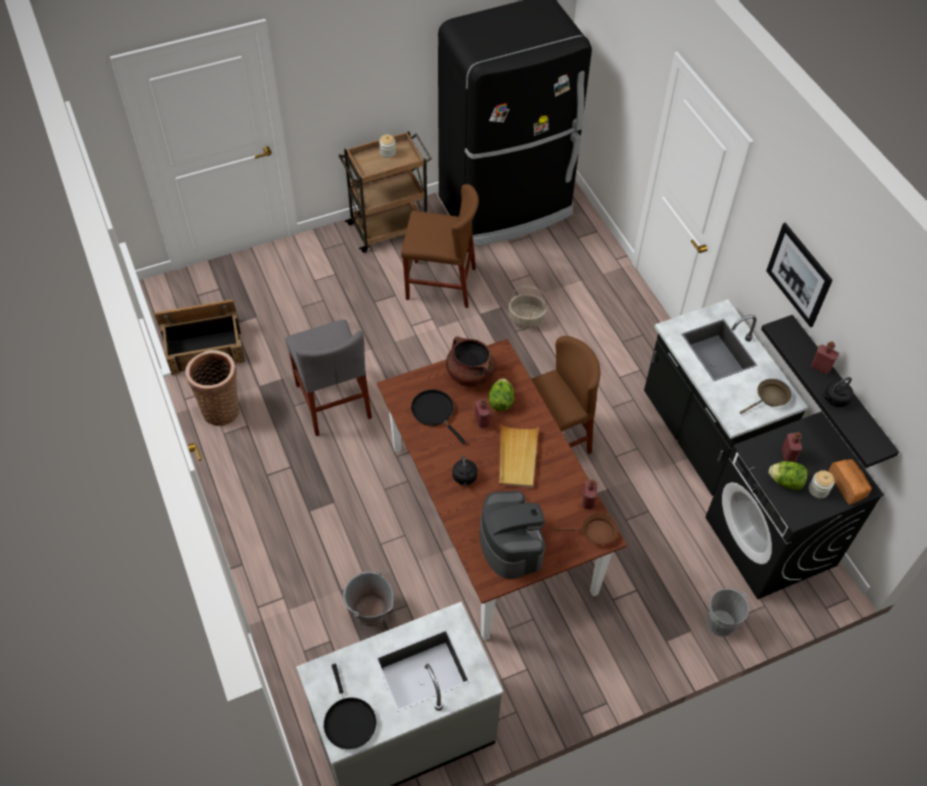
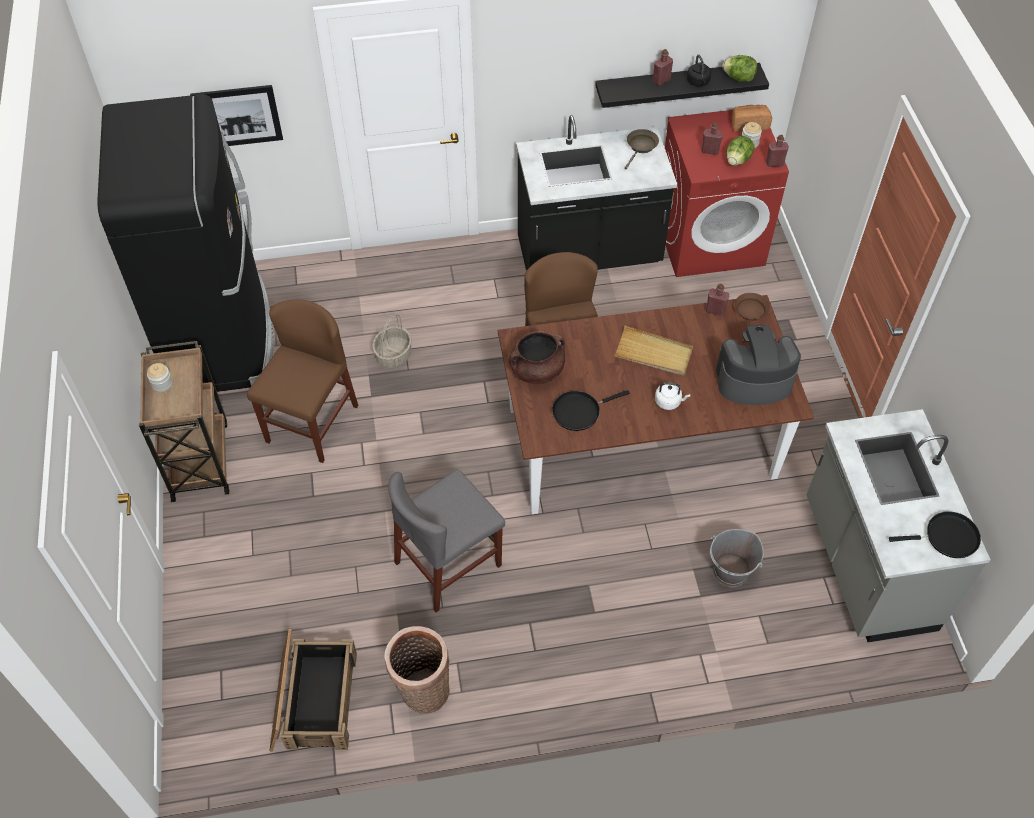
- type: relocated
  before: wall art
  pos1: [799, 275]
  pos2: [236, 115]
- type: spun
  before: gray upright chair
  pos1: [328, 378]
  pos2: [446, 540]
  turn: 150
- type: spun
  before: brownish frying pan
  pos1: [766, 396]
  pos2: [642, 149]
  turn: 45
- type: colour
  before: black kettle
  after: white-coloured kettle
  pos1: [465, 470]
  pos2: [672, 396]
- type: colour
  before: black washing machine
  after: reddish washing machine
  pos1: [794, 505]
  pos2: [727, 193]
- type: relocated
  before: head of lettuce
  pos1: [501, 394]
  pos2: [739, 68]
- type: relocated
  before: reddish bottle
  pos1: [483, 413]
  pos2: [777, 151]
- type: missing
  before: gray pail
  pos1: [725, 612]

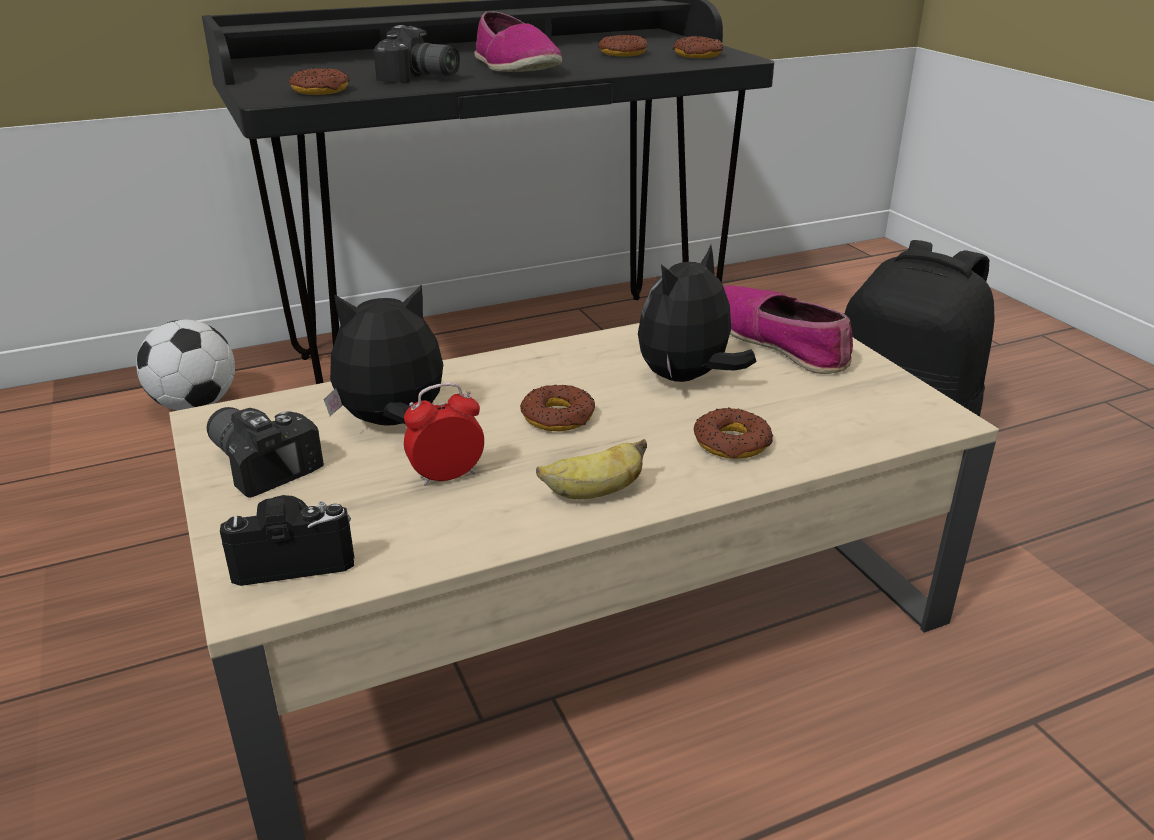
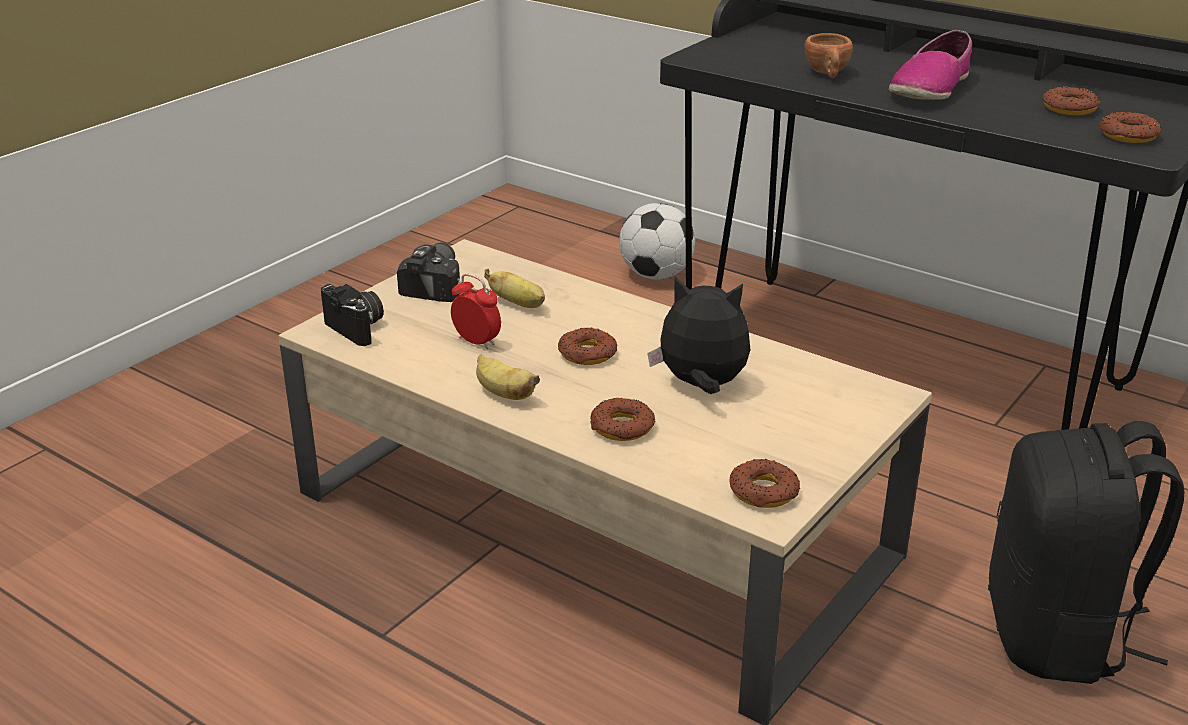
- type: exchanged
  before: soft toy
  after: whole banana
  pos1: [383, 355]
  pos2: [514, 288]
- type: relocated
  before: donut
  pos1: [319, 81]
  pos2: [765, 483]
- type: exchanged
  before: still camera
  after: brownish drinking cup
  pos1: [417, 54]
  pos2: [829, 55]
- type: missing
  before: item of footwear
  pos1: [788, 330]

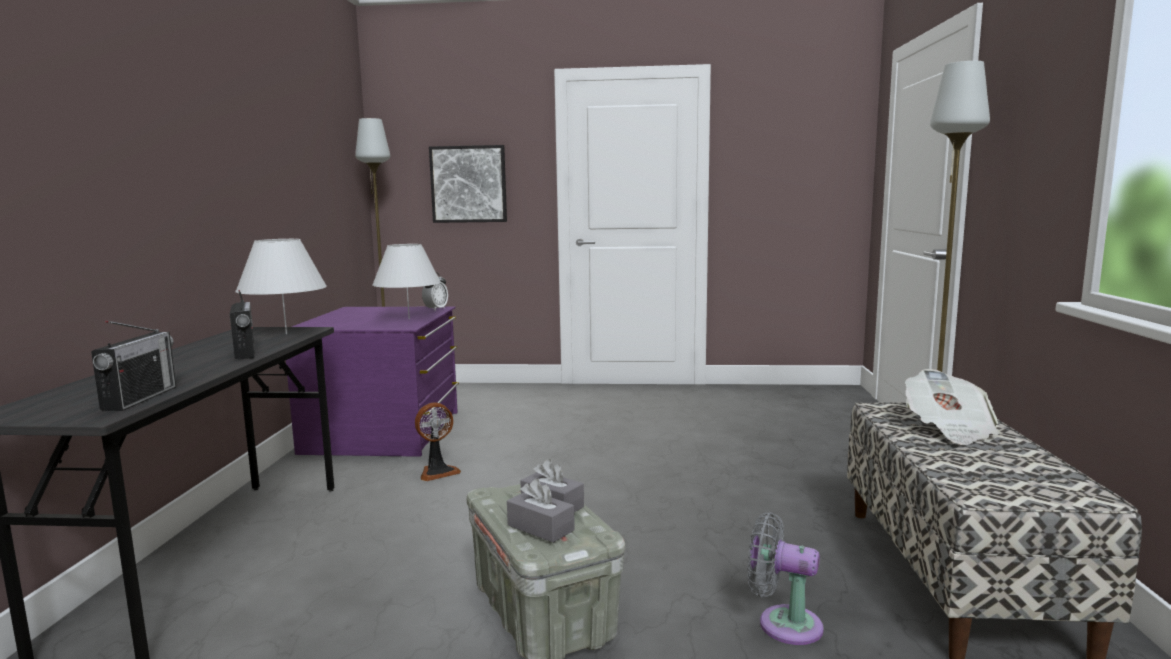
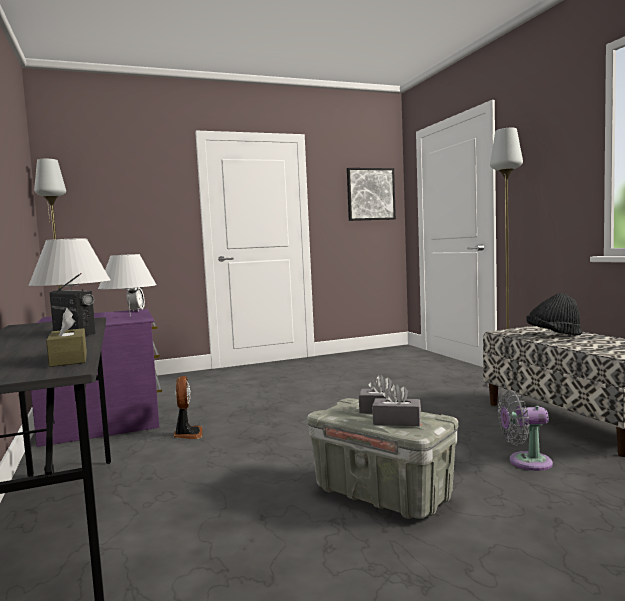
- type: exchanged
  before: radio set
  after: brownish tissue box
  pos1: [133, 366]
  pos2: [66, 338]
- type: spun
  before: electric fan
  pos1: [438, 441]
  pos2: [187, 407]
  turn: -45
- type: relocated
  before: wall art
  pos1: [468, 184]
  pos2: [371, 194]
- type: exchanged
  before: printed paper
  after: black hat
  pos1: [952, 407]
  pos2: [554, 314]

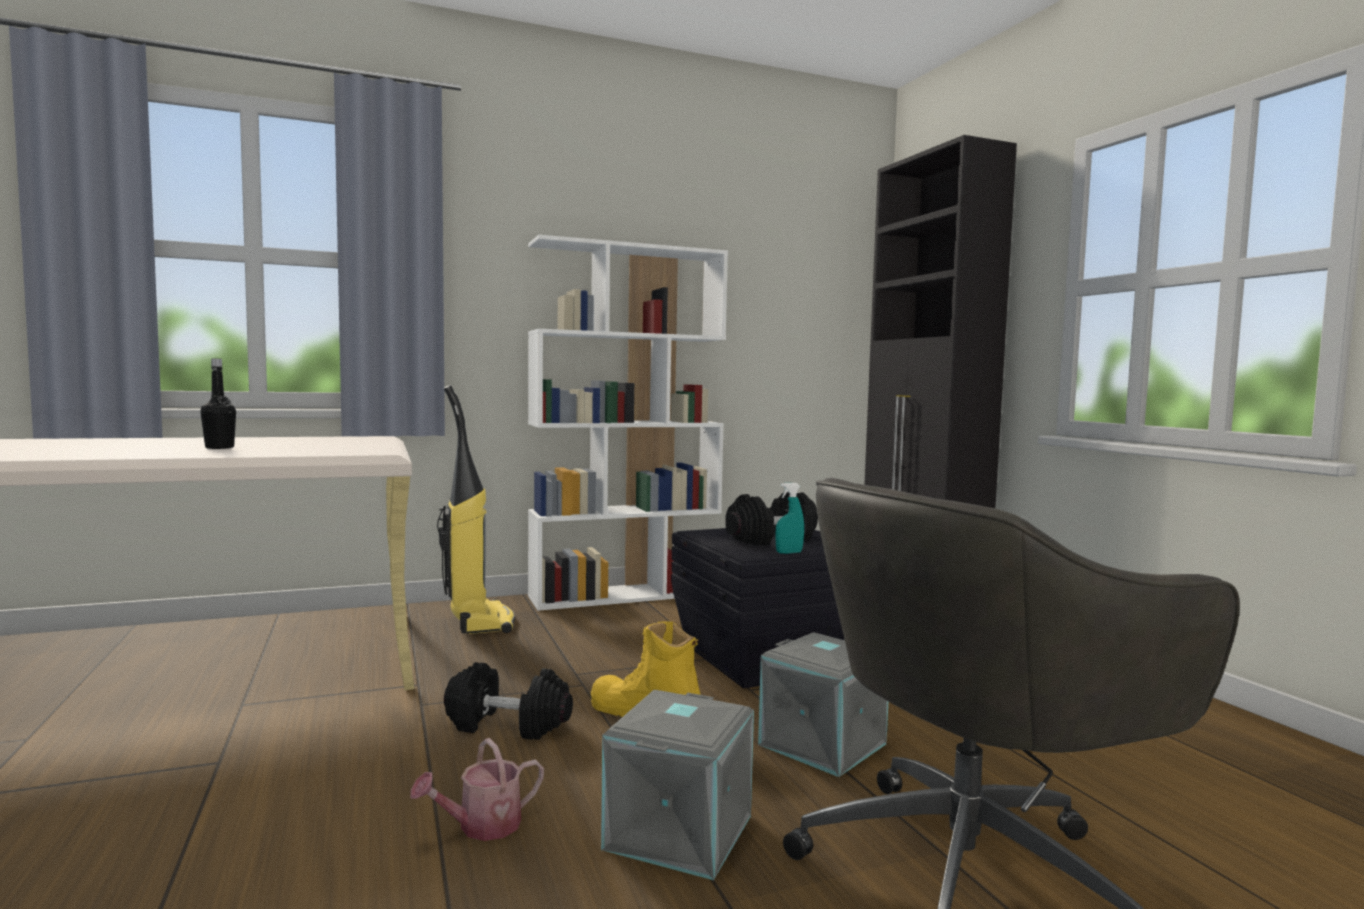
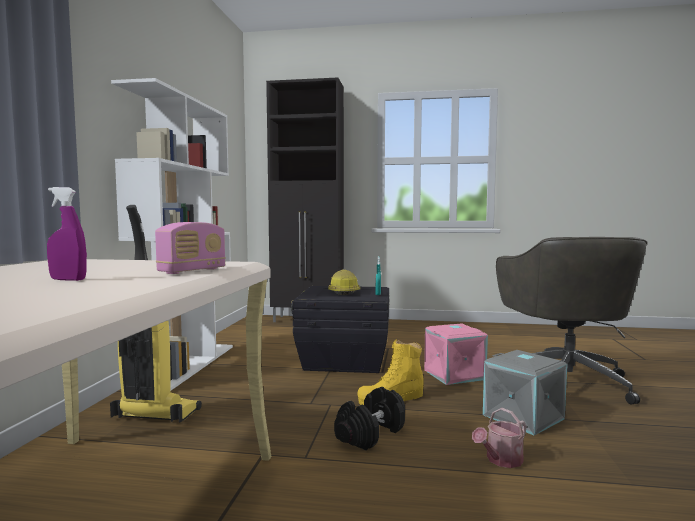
- type: exchanged
  before: black bottle
  after: purplish sprayer
  pos1: [218, 403]
  pos2: [67, 234]
- type: appeared
  after: radio set
  pos2: [190, 248]
- type: exchanged
  before: black free weight
  after: work helmet
  pos1: [771, 519]
  pos2: [344, 282]
- type: colour
  before: gray storage container
  after: pink-coloured storage container
  pos1: [823, 704]
  pos2: [456, 354]
- type: spun
  before: watering pot
  pos1: [477, 789]
  pos2: [499, 438]
  turn: 60

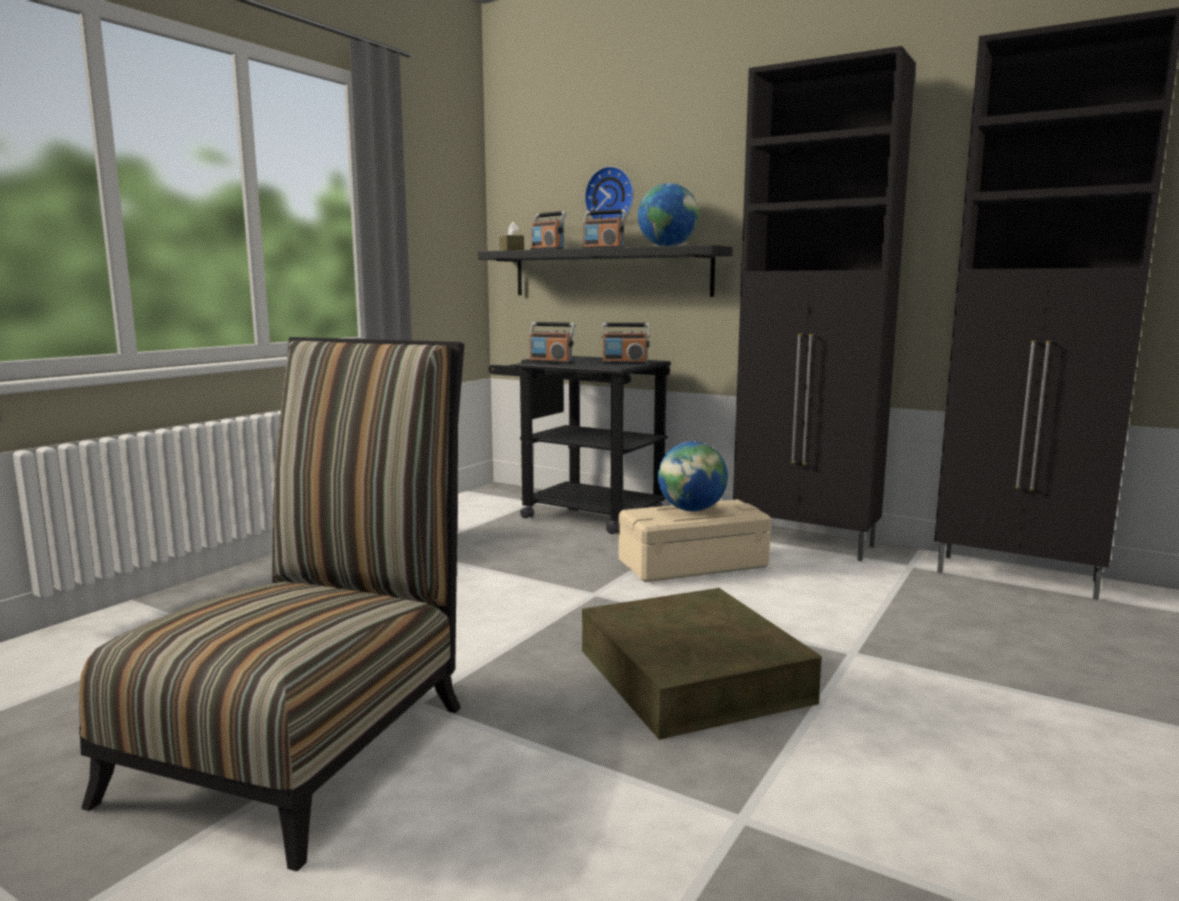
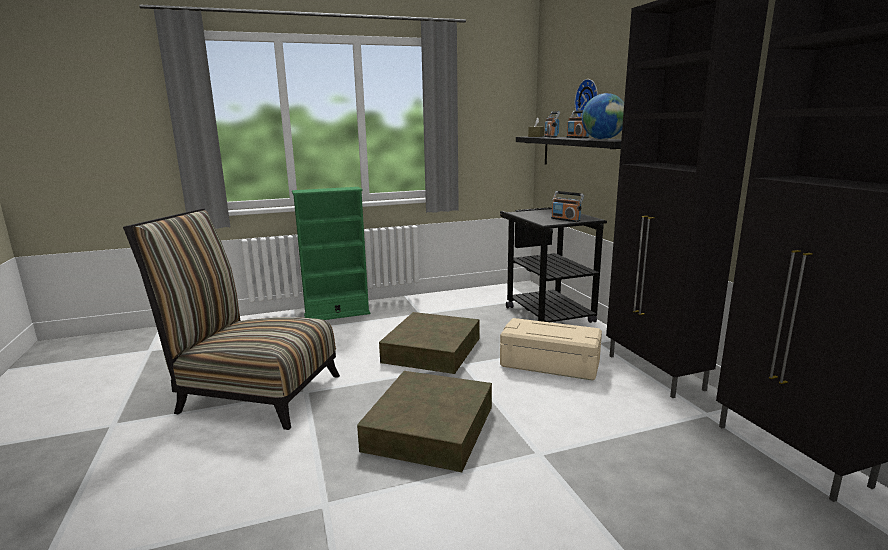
- type: spun
  before: upright chair
  pos1: [272, 604]
  pos2: [231, 319]
  turn: -135
- type: appeared
  after: green-coloured bookshelf
  pos2: [331, 253]
- type: appeared
  after: brownish storage container
  pos2: [429, 343]
- type: missing
  before: radio set
  pos1: [552, 343]
- type: missing
  before: desk globe
  pos1: [693, 476]

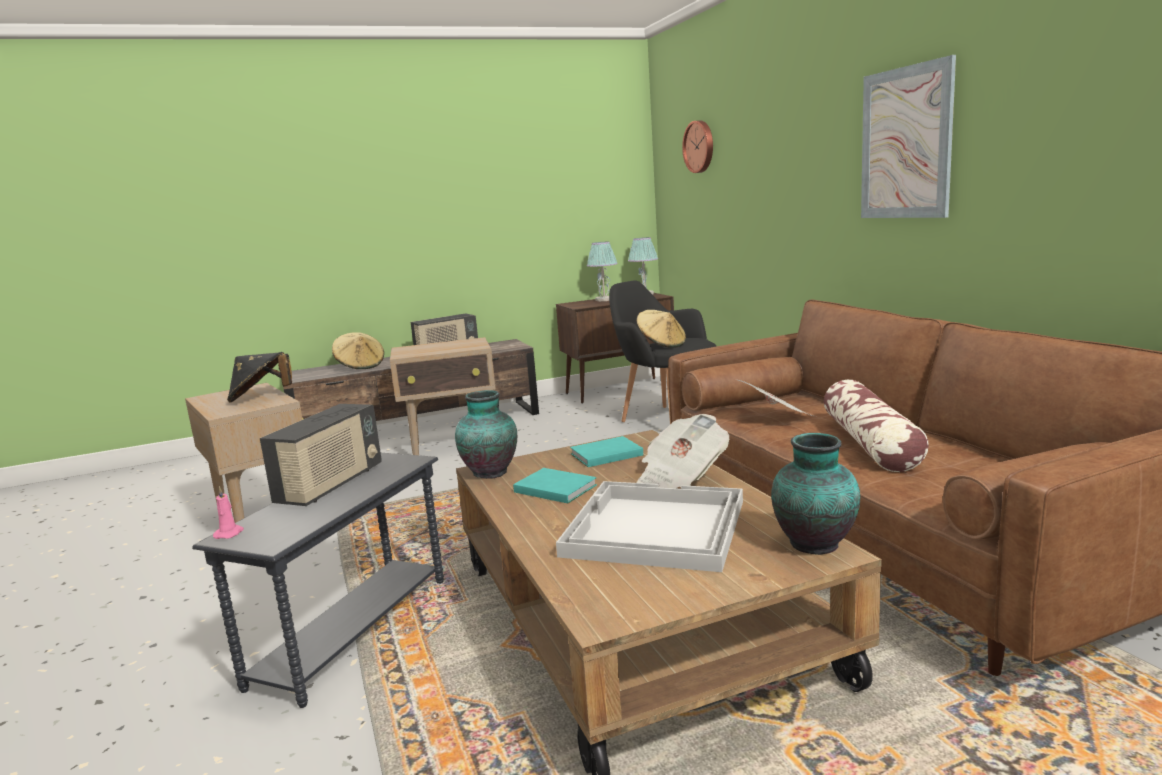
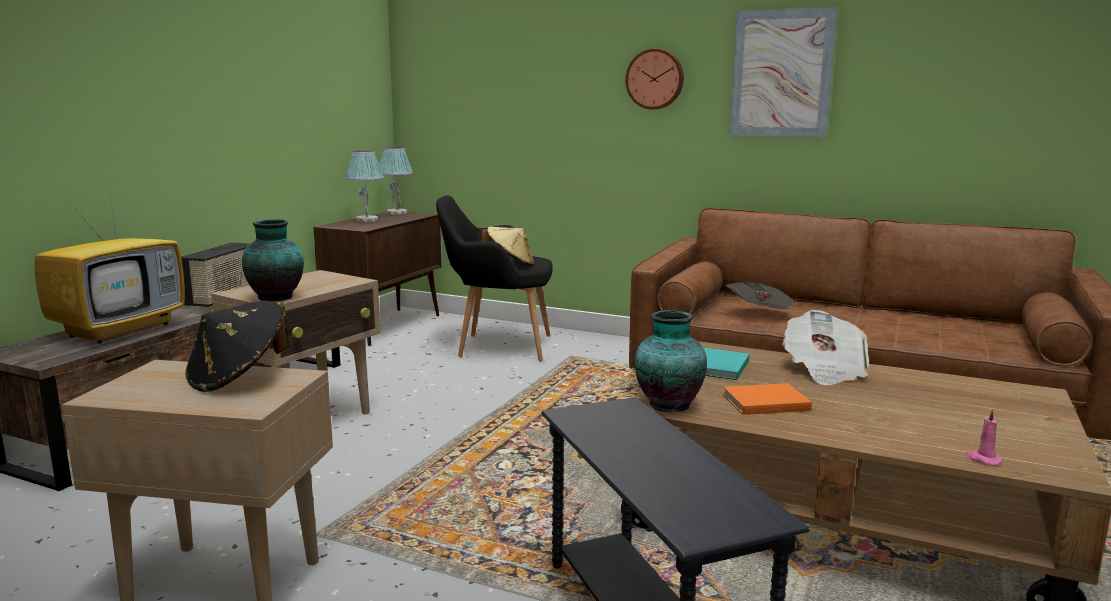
- type: exchanged
  before: beige hat
  after: TV set
  pos1: [358, 350]
  pos2: [110, 263]
- type: relocated
  before: decorative vase
  pos1: [815, 494]
  pos2: [273, 260]
- type: relocated
  before: hanging clock
  pos1: [697, 146]
  pos2: [654, 79]
- type: colour
  before: turquoise bound book
  after: orangey bound book
  pos1: [555, 485]
  pos2: [767, 399]
- type: relocated
  before: pink-coloured wax light
  pos1: [228, 512]
  pos2: [984, 437]
- type: missing
  before: radio set
  pos1: [321, 455]
- type: missing
  before: white-coloured tray
  pos1: [649, 526]
- type: missing
  before: throw pillow
  pos1: [876, 426]

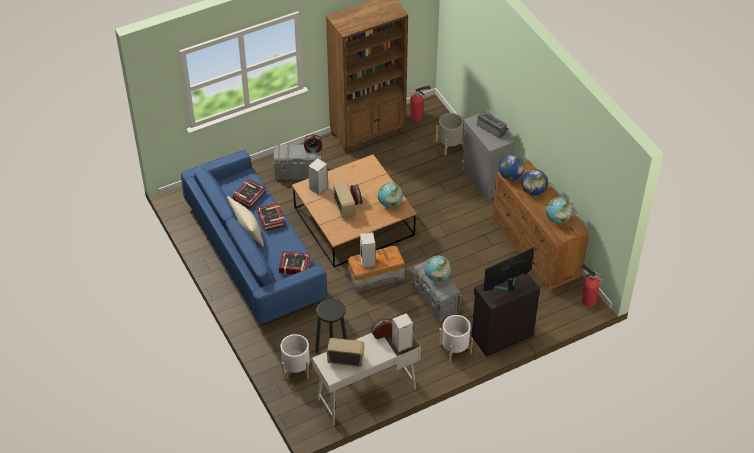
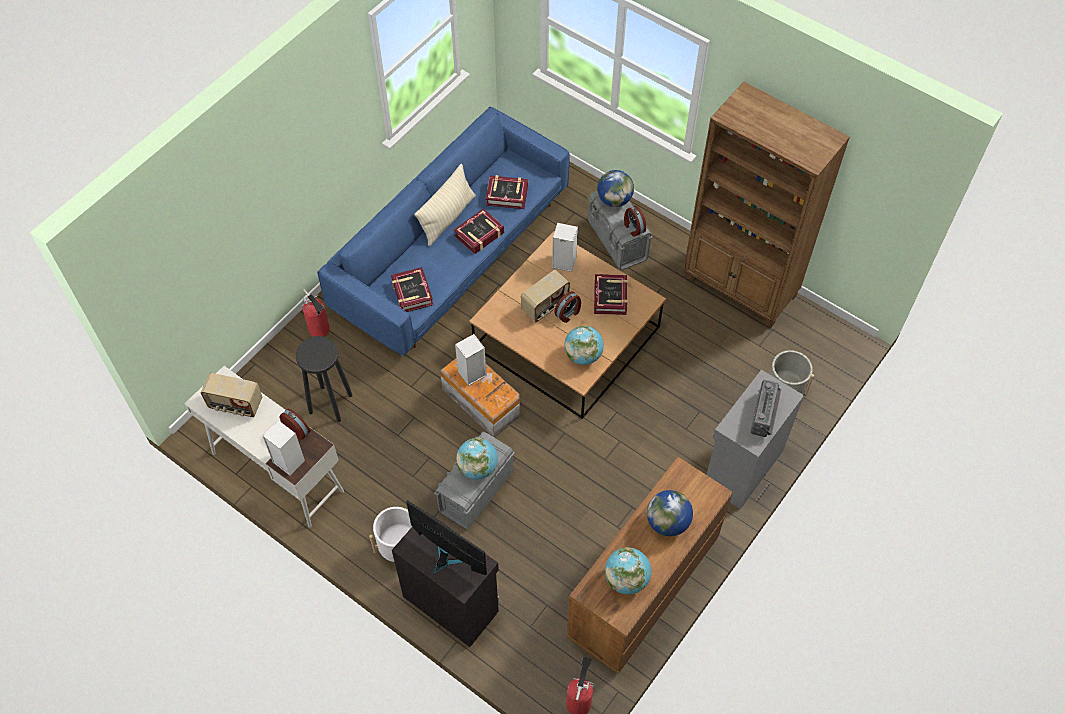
- type: spun
  before: radio set
  pos1: [345, 352]
  pos2: [231, 395]
  turn: 120
- type: relocated
  before: fire-fighting cylinder
  pos1: [420, 103]
  pos2: [316, 313]
- type: appeared
  after: bound book
  pos2: [611, 294]
- type: relocated
  before: desk globe
  pos1: [512, 167]
  pos2: [615, 188]
- type: missing
  before: white-coloured planter
  pos1: [295, 356]

